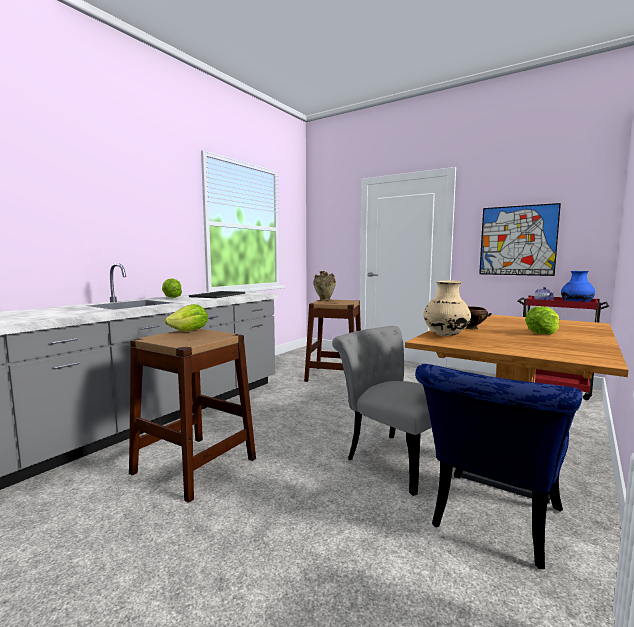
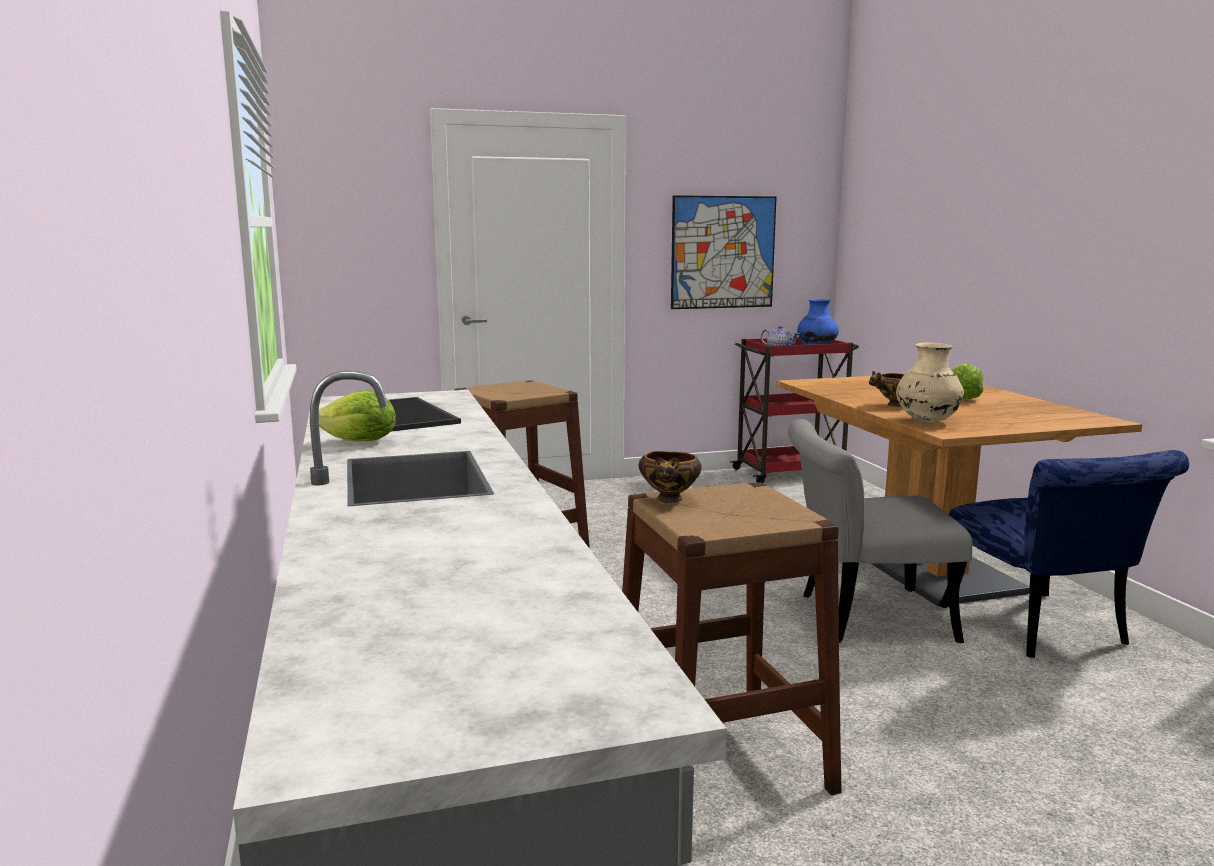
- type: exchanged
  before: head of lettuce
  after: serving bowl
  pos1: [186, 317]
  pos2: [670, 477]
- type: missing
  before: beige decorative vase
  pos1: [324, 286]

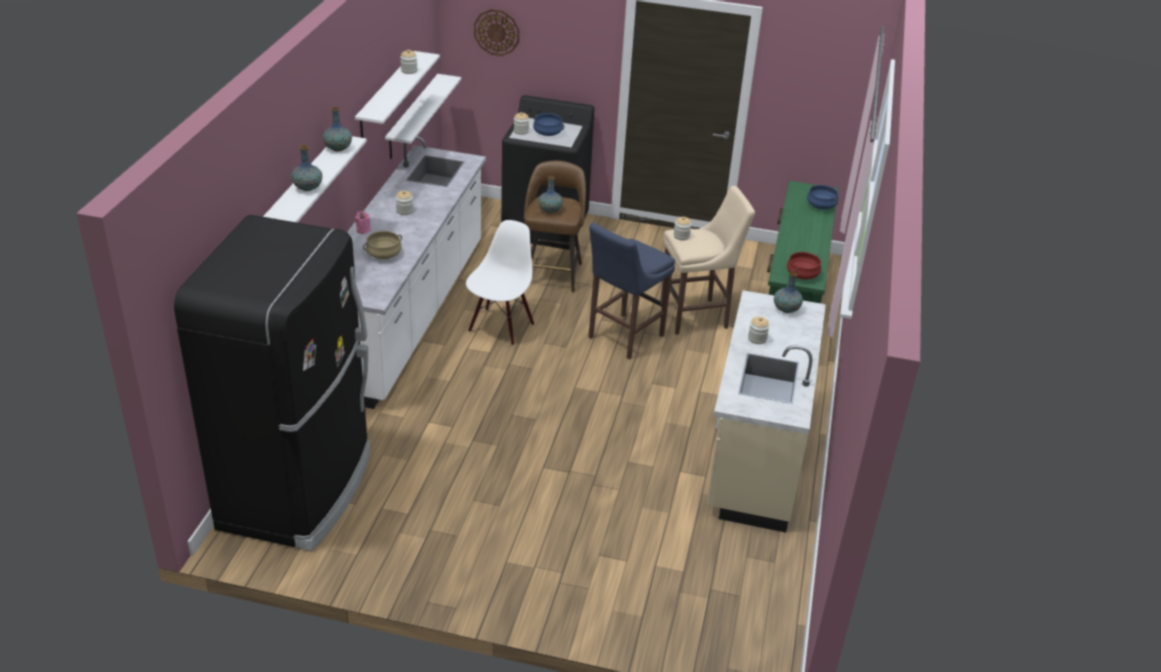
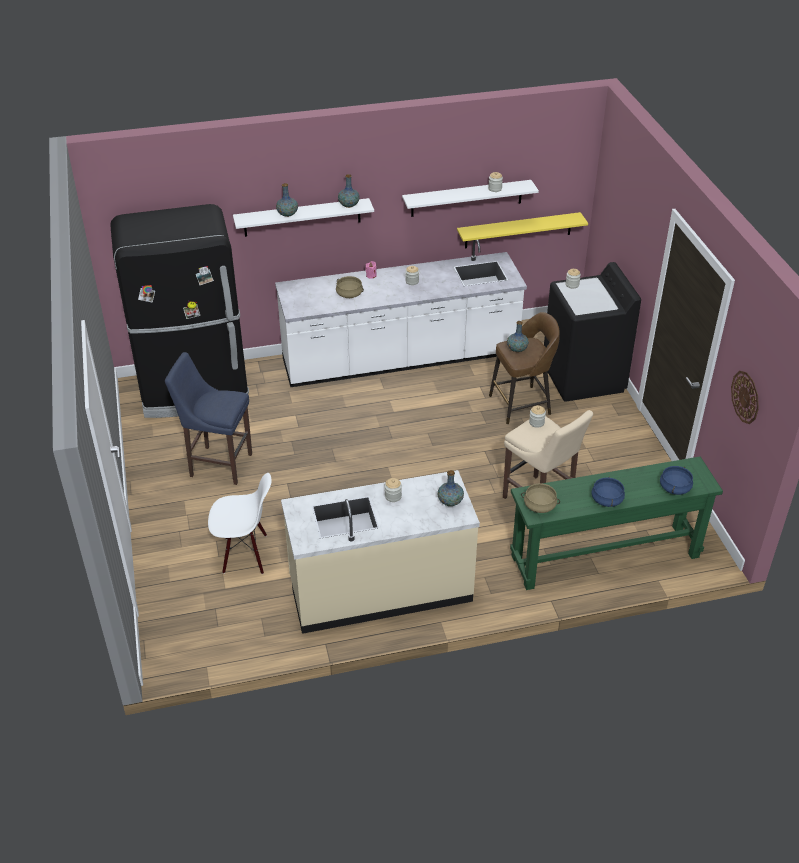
- type: relocated
  before: bluish sitting stool
  pos1: [632, 291]
  pos2: [208, 418]
- type: relocated
  before: white-coloured upright chair
  pos1: [500, 283]
  pos2: [240, 523]
- type: colour
  before: white-coloured shelf
  after: yellow shelf
  pos1: [423, 116]
  pos2: [522, 230]
- type: colour
  before: reddish stockpot
  after: beige stockpot
  pos1: [804, 265]
  pos2: [540, 498]
- type: relocated
  before: bluish stockpot
  pos1: [549, 124]
  pos2: [608, 491]
- type: relocated
  before: hanging clock
  pos1: [497, 32]
  pos2: [745, 397]

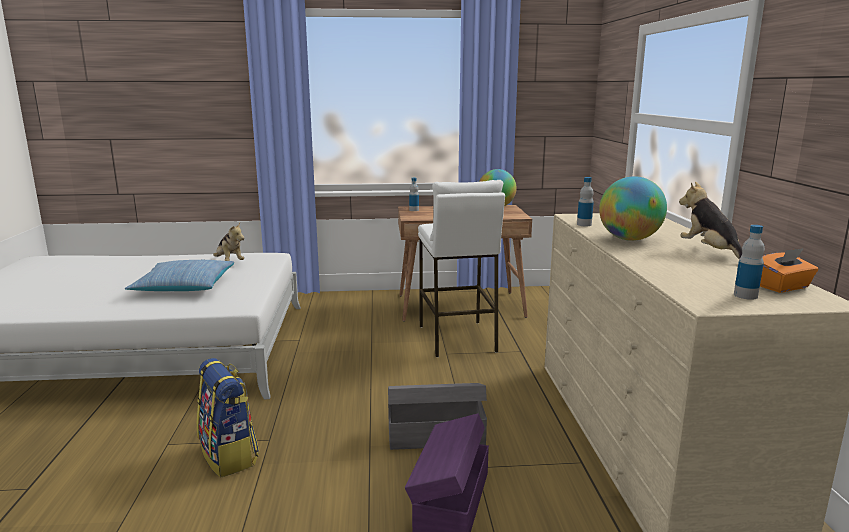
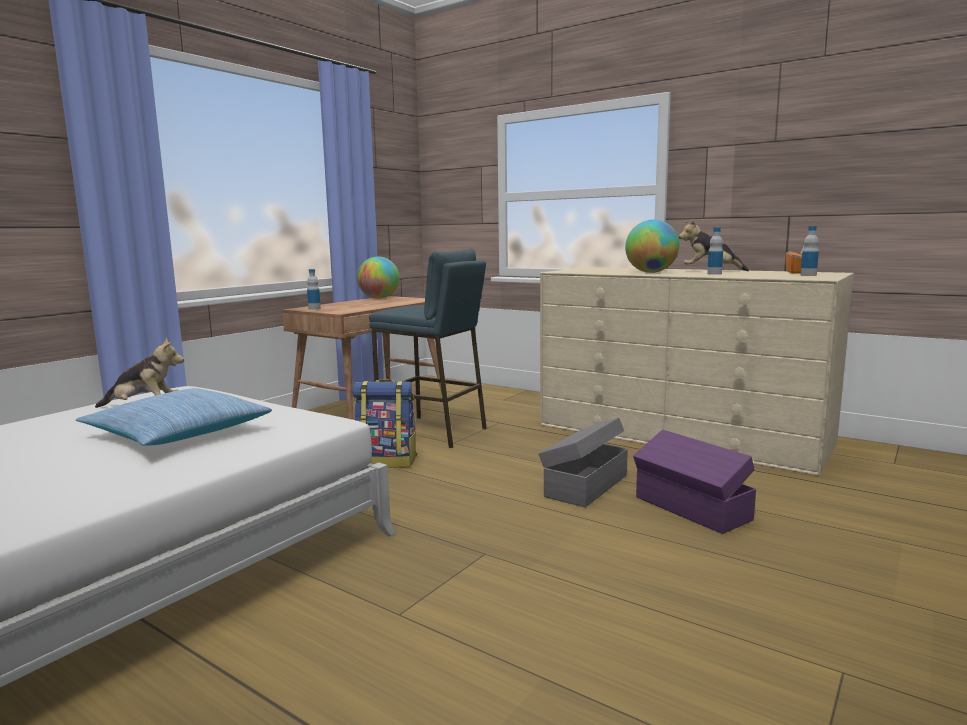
- type: relocated
  before: backpack
  pos1: [228, 417]
  pos2: [384, 423]
- type: colour
  before: white-coloured sitting stool
  after: bluish sitting stool
  pos1: [461, 268]
  pos2: [428, 348]
- type: relocated
  before: bottle
  pos1: [585, 202]
  pos2: [715, 251]

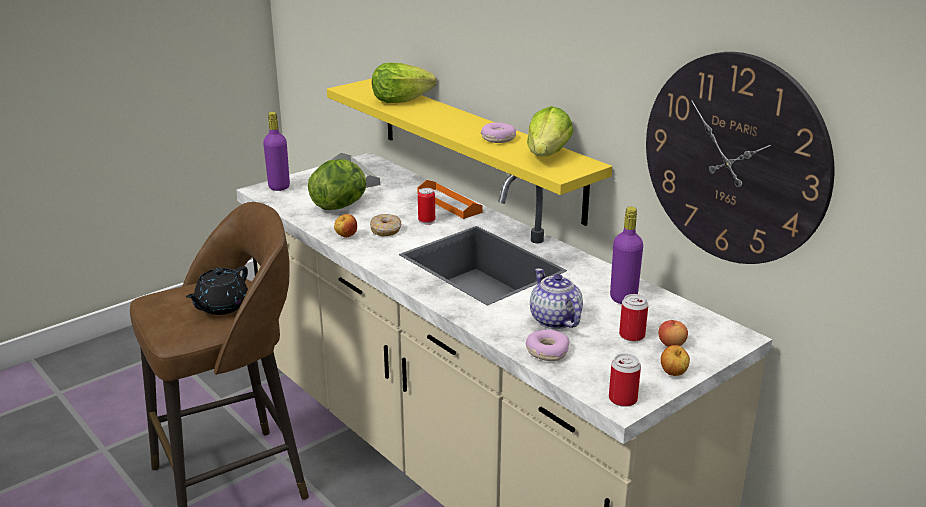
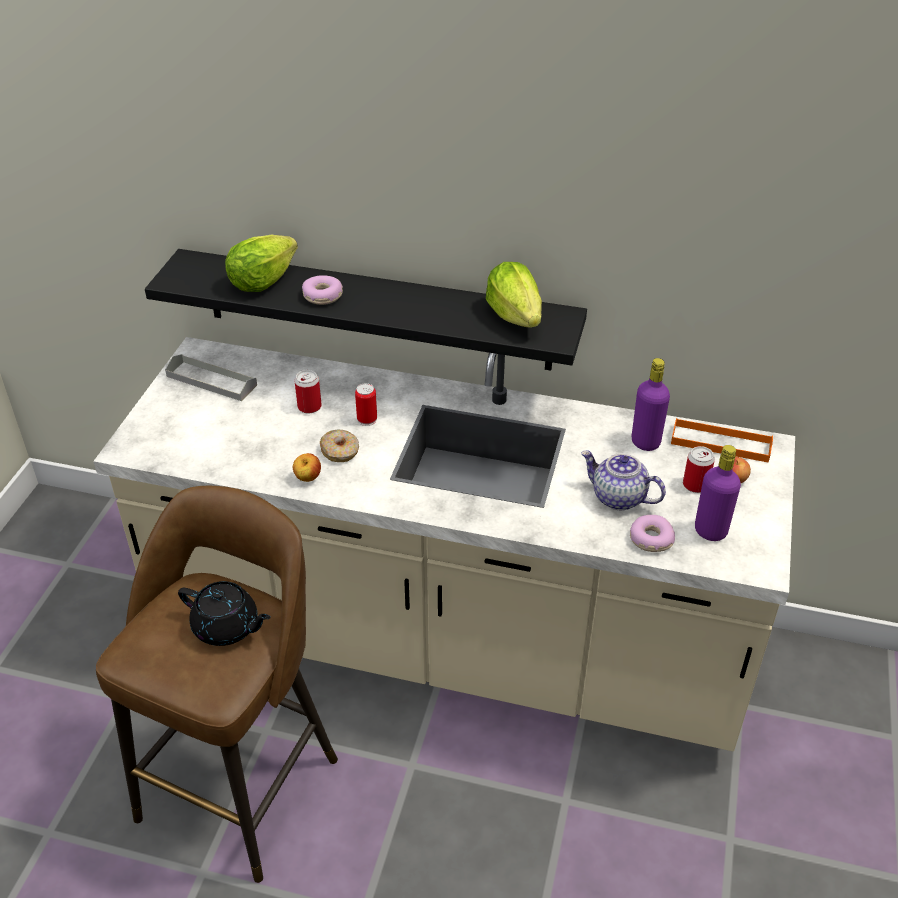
- type: colour
  before: yellow shelf
  after: black shelf
  pos1: [469, 152]
  pos2: [366, 309]
- type: spun
  before: black tea pot
  pos1: [217, 290]
  pos2: [224, 613]
  turn: -60
- type: relocated
  before: sealed can
  pos1: [625, 380]
  pos2: [308, 391]
- type: relocated
  before: donut
  pos1: [498, 133]
  pos2: [322, 290]
- type: relocated
  before: orangey tray
  pos1: [450, 199]
  pos2: [722, 440]
- type: relocated
  before: purplish bottle
  pos1: [276, 151]
  pos2: [718, 493]
- type: missing
  before: head of lettuce
  pos1: [337, 184]
- type: missing
  before: hanging clock
  pos1: [740, 158]
- type: missing
  before: apple
  pos1: [675, 360]

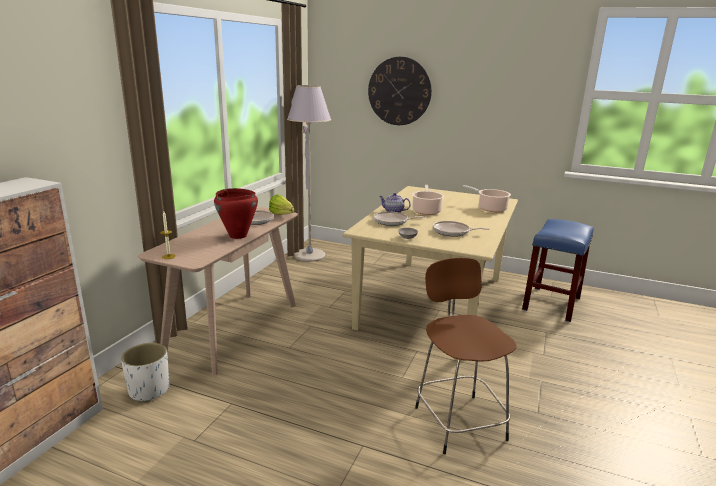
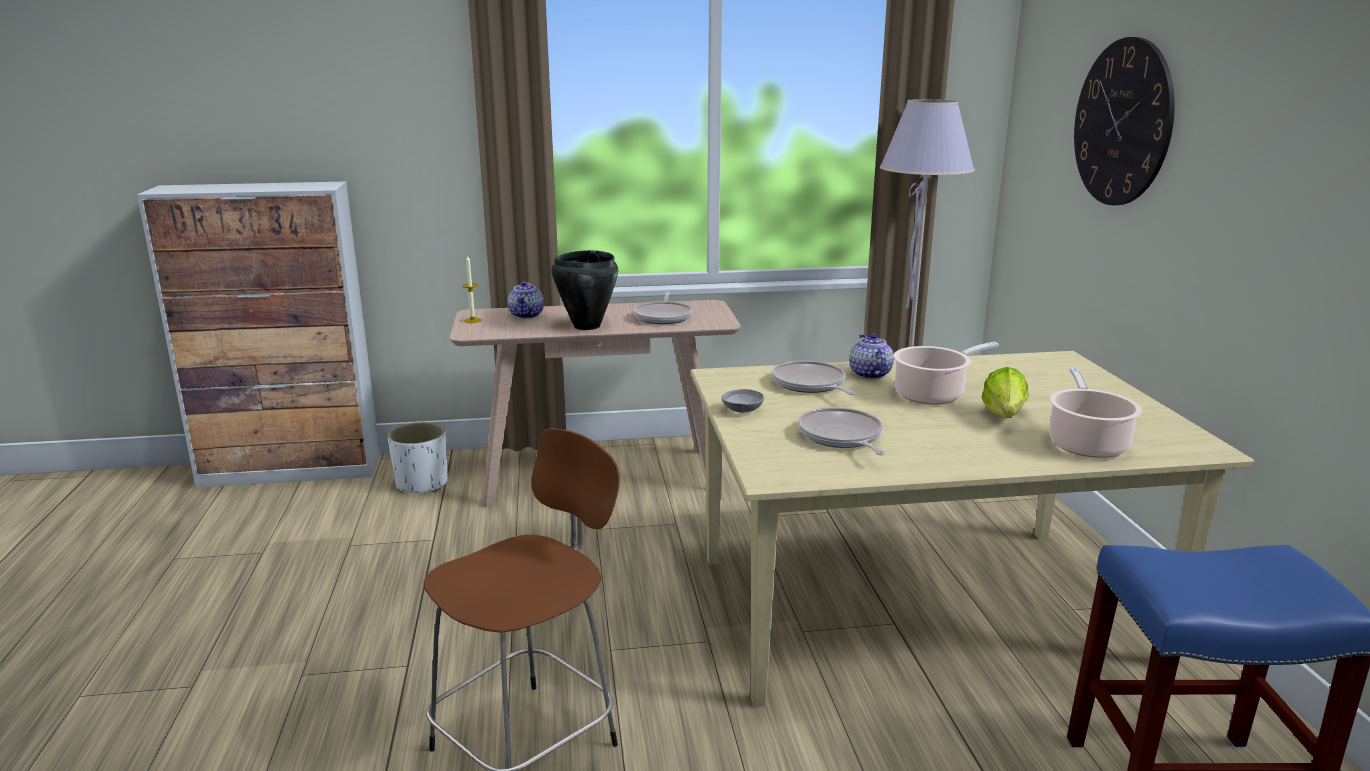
- type: appeared
  after: tea pot
  pos2: [526, 300]
- type: colour
  before: reddish stockpot
  after: black stockpot
  pos1: [236, 213]
  pos2: [584, 290]
- type: relocated
  before: head of lettuce
  pos1: [282, 205]
  pos2: [1005, 392]

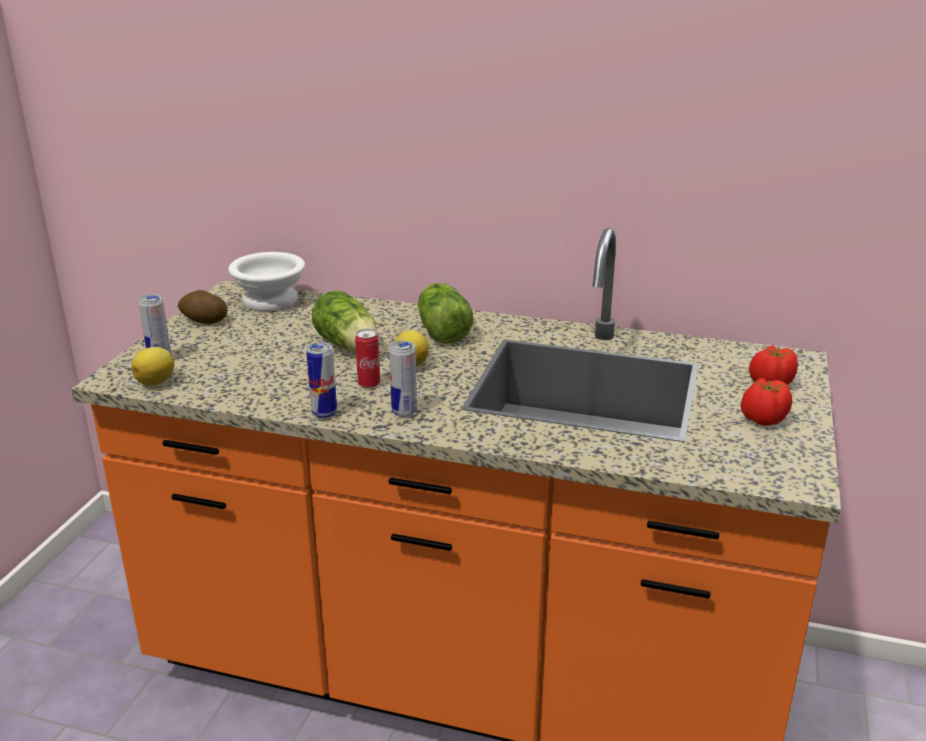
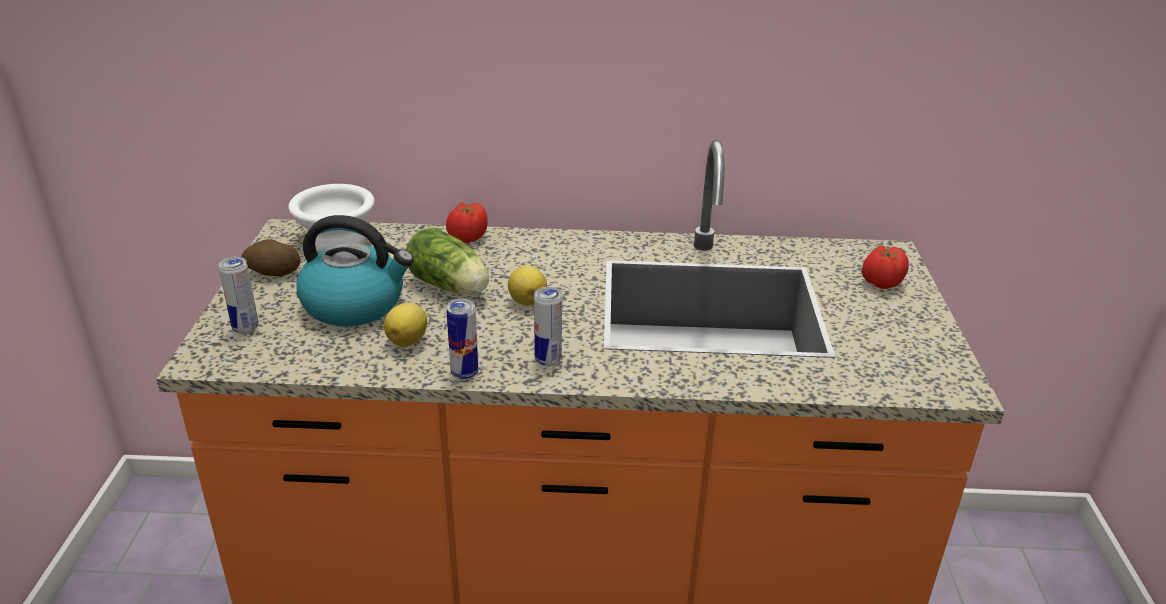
- type: appeared
  after: kettle
  pos2: [355, 270]
- type: relocated
  before: lemon
  pos1: [152, 366]
  pos2: [405, 325]
- type: relocated
  before: whole tomato
  pos1: [766, 402]
  pos2: [467, 223]
- type: missing
  before: sealed can
  pos1: [367, 359]
- type: missing
  before: head of lettuce
  pos1: [445, 313]

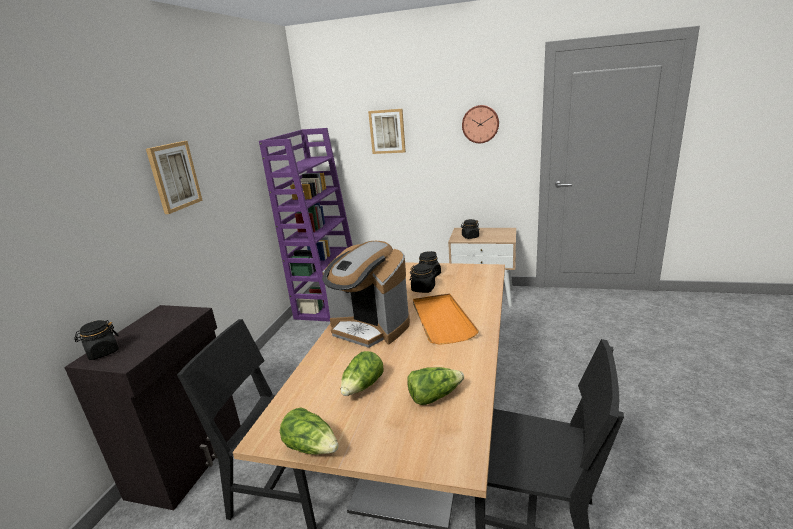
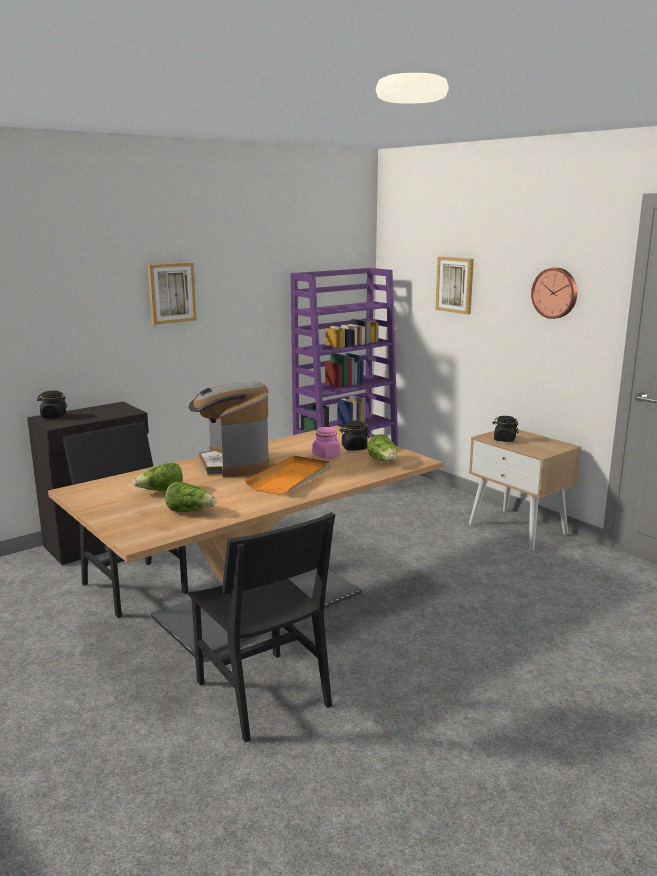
- type: colour
  before: black jar
  after: pink-coloured jar
  pos1: [423, 278]
  pos2: [326, 442]
- type: relocated
  before: head of lettuce
  pos1: [309, 430]
  pos2: [382, 447]

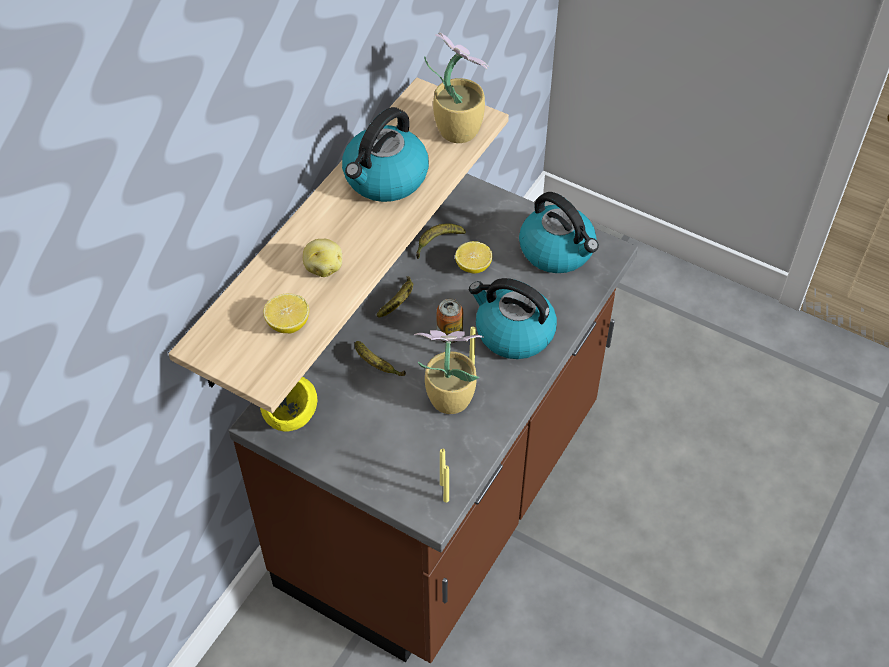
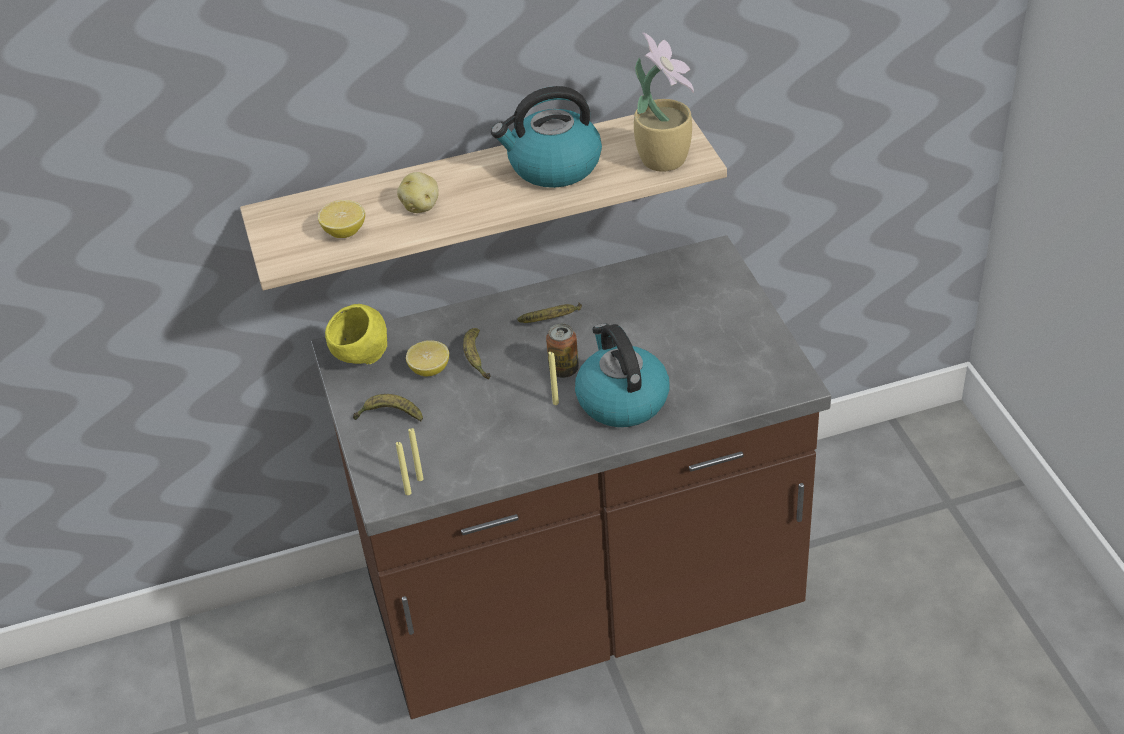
- type: relocated
  before: whole banana
  pos1: [441, 241]
  pos2: [388, 407]
- type: relocated
  before: lemon
  pos1: [473, 257]
  pos2: [427, 358]
- type: missing
  before: plant in a pot
  pos1: [449, 372]
- type: missing
  before: kettle
  pos1: [559, 232]

